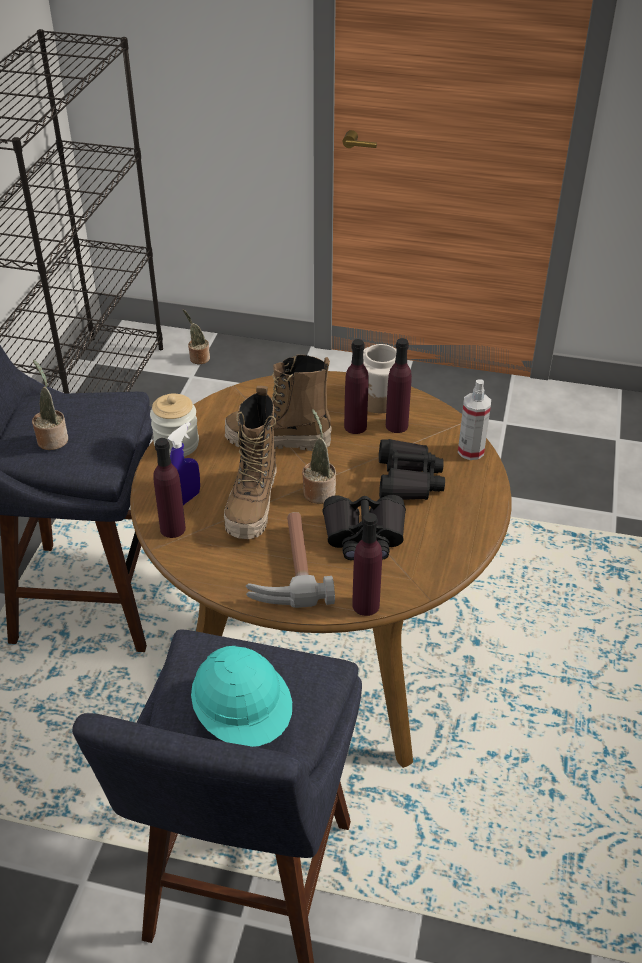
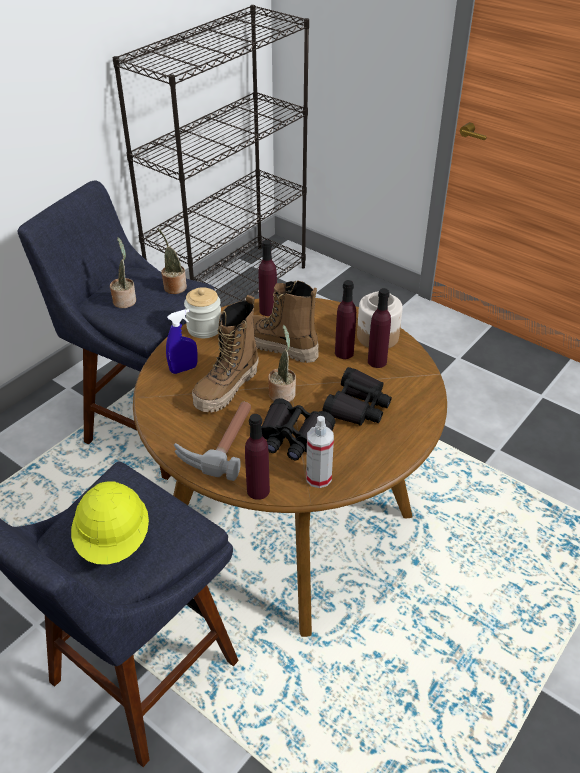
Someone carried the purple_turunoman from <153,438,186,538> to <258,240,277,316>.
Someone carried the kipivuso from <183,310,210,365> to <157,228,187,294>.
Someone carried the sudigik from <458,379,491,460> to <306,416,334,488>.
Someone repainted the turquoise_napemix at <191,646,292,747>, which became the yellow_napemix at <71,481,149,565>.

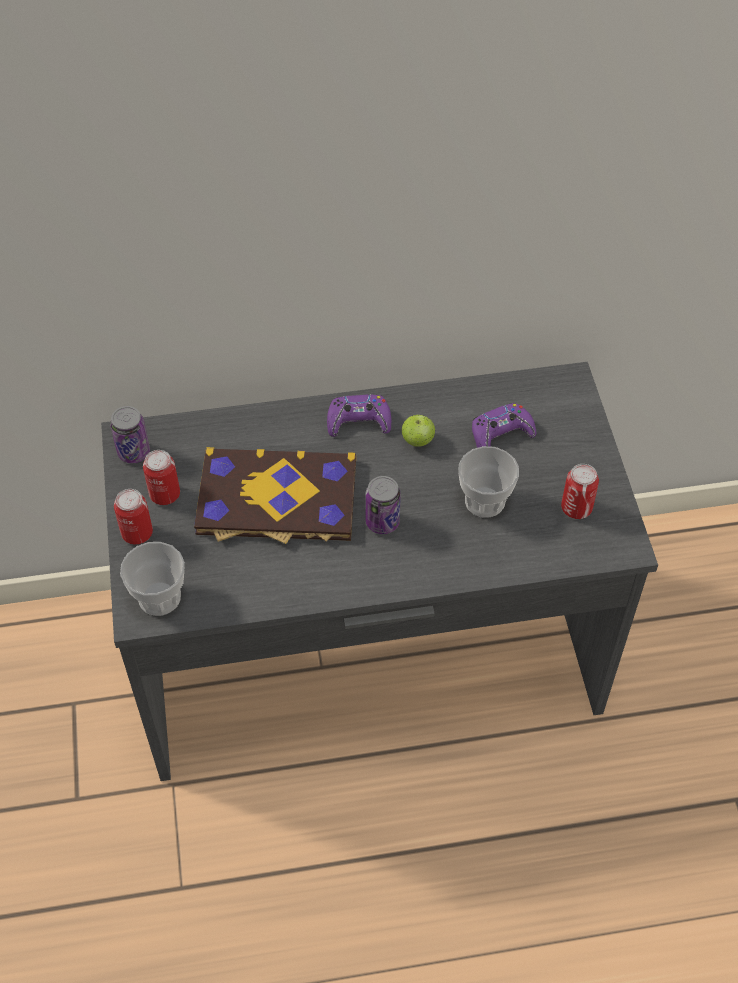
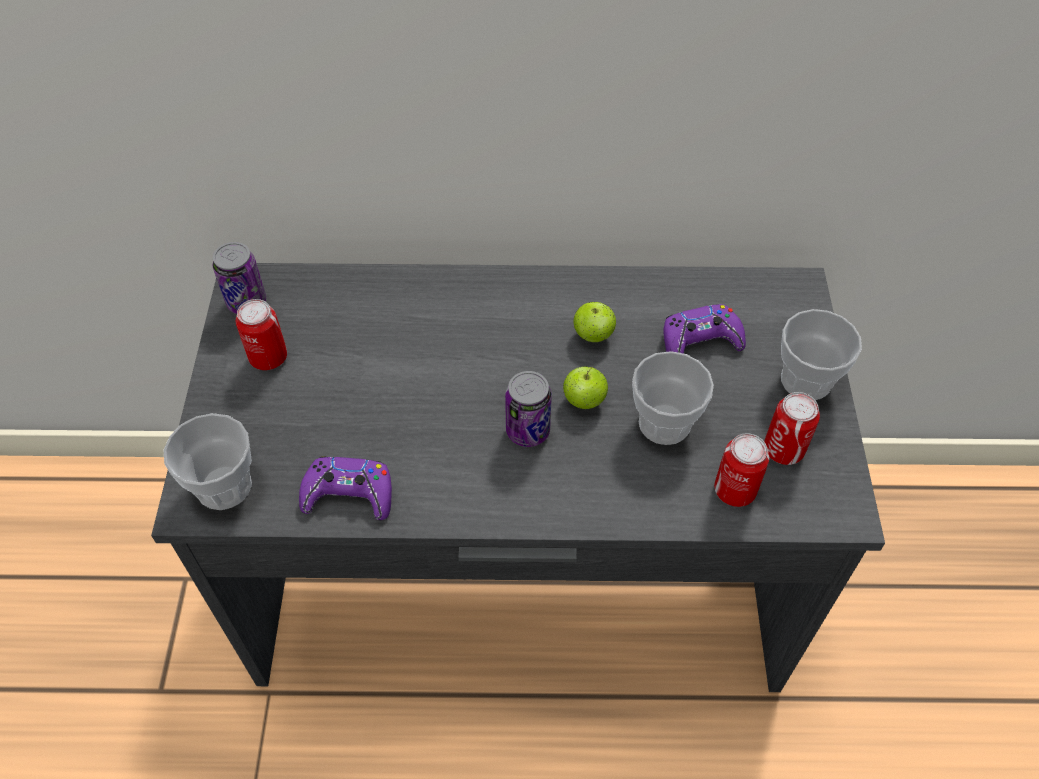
Someone took away the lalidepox at <194,447,356,544>.
Someone put down the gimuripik at <563,366,608,409>.
Someone put down the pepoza at <781,309,862,400>.
Someone carried the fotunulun from <114,489,153,544> to <714,433,769,507>.
Someone carried the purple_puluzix from <327,395,391,437> to <299,457,392,520>.

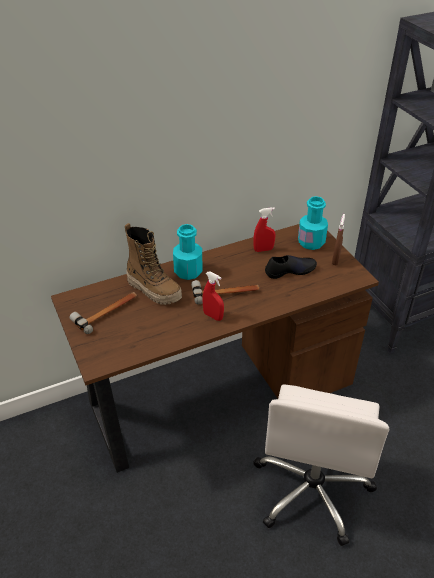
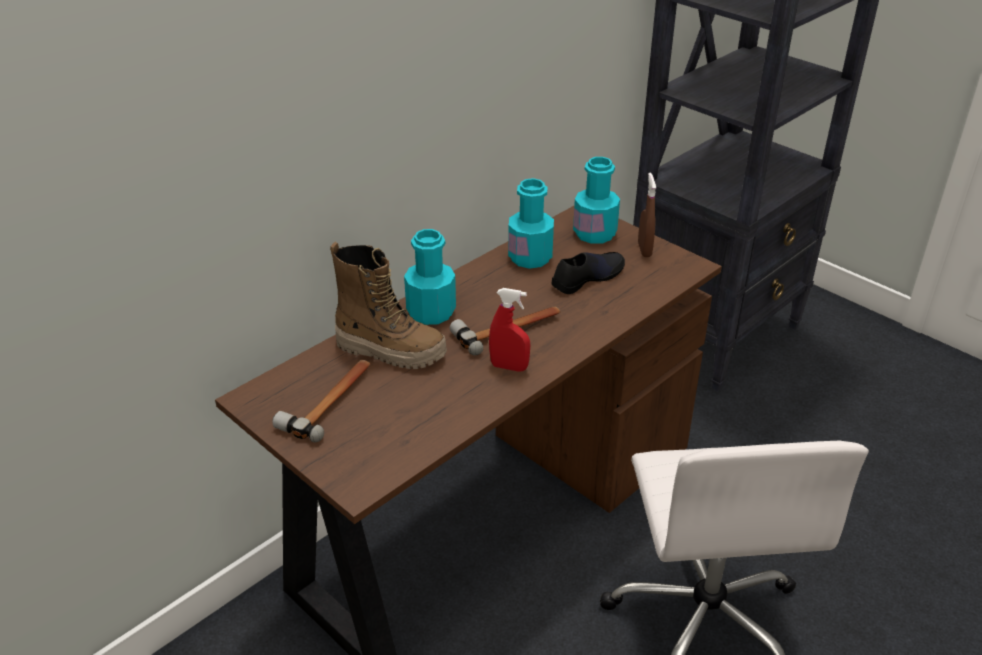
Someone swapped the red_sudigik at <253,207,275,252> for the turquoise_turunoman at <508,178,554,269>.

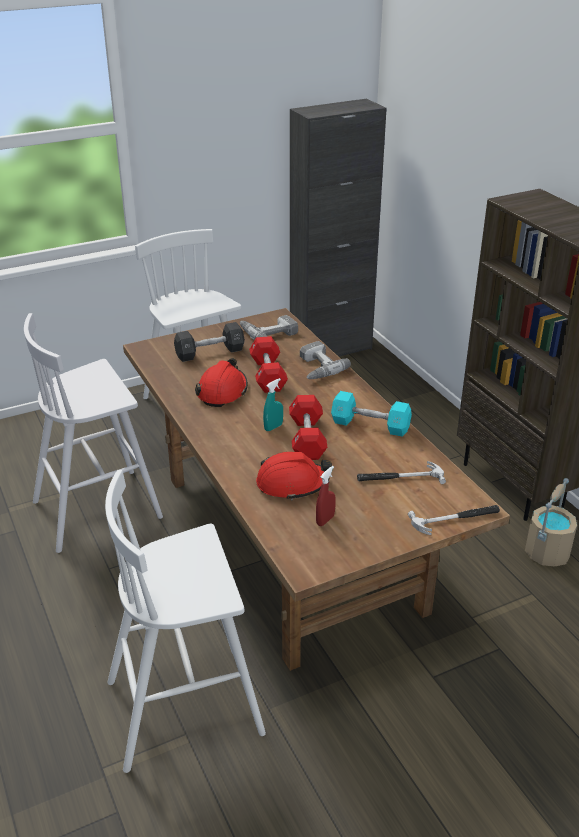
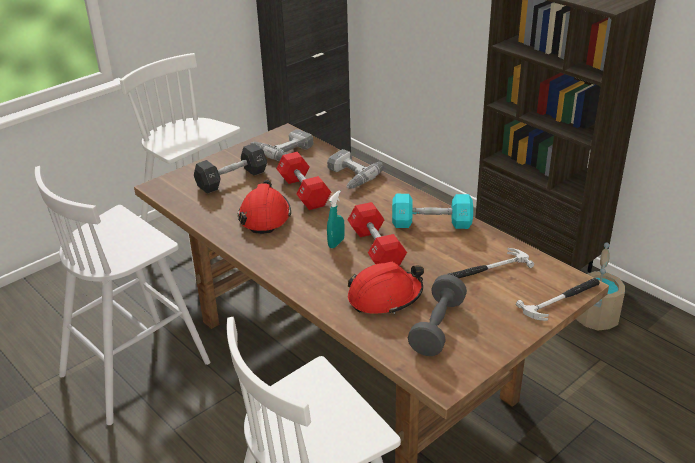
Someone swapped the red_sudigik at <316,466,336,526> for the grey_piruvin at <408,274,467,356>.

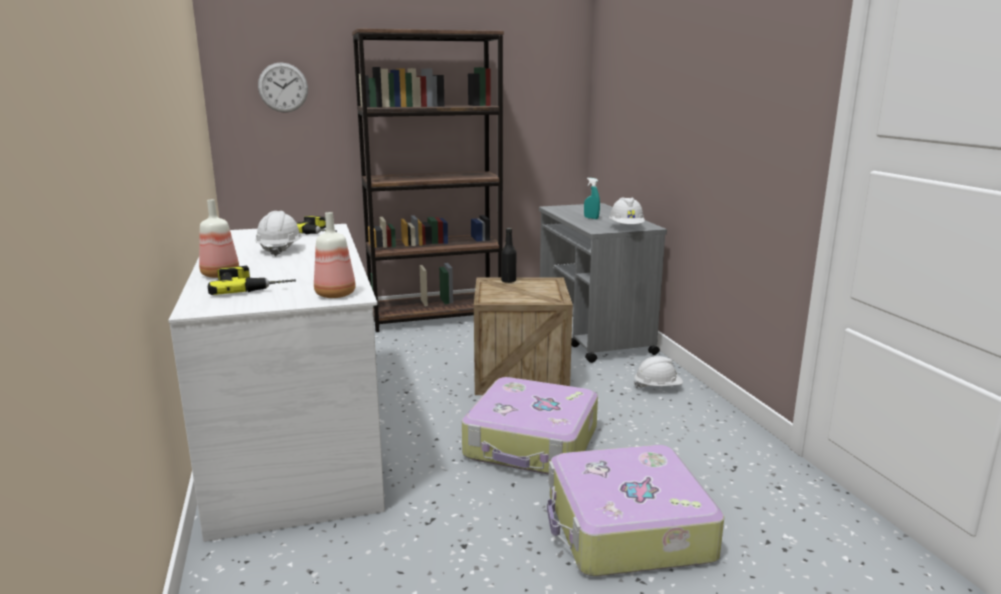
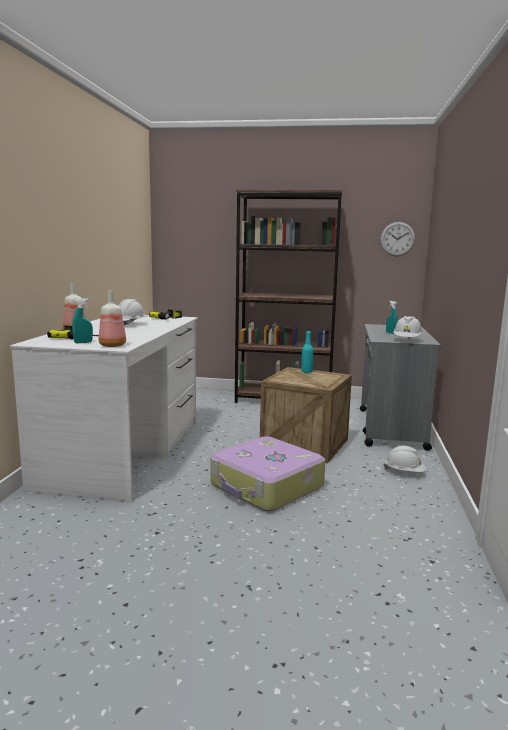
Someone took away the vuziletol at <547,445,724,576>.
Someone put down the turquoise_sudigik at <72,298,93,343>.
Someone carried the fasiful from <258,62,308,113> to <380,222,415,257>.
Someone repainted the black_turunoman at <501,228,516,283>, which became the turquoise_turunoman at <301,331,313,373>.

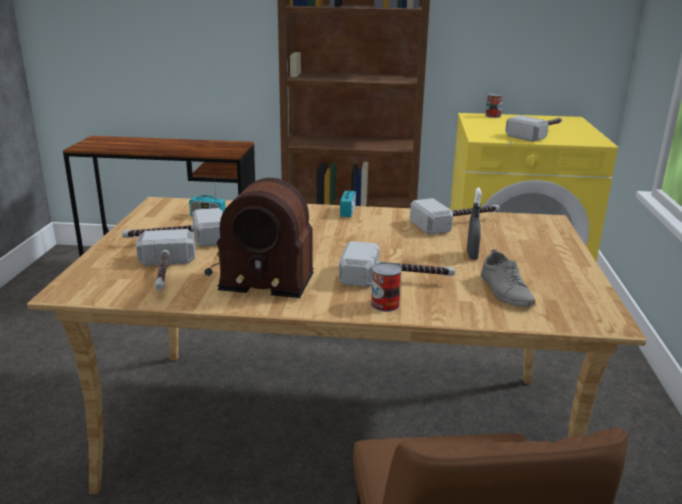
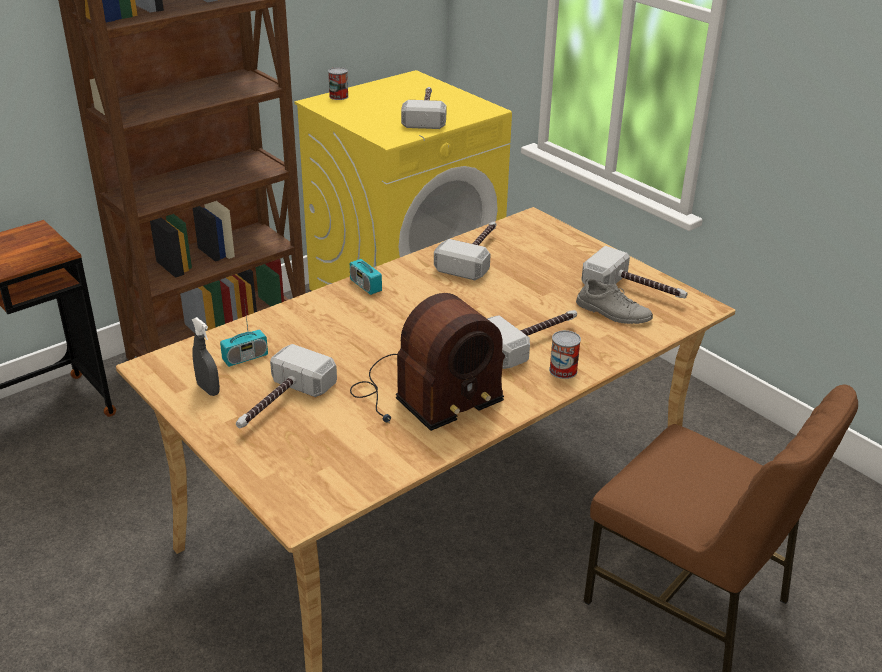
Someone carried the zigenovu from <136,229,196,290> to <581,246,688,298>.
Someone carried the grey_sudigik from <467,188,482,260> to <191,317,220,396>.

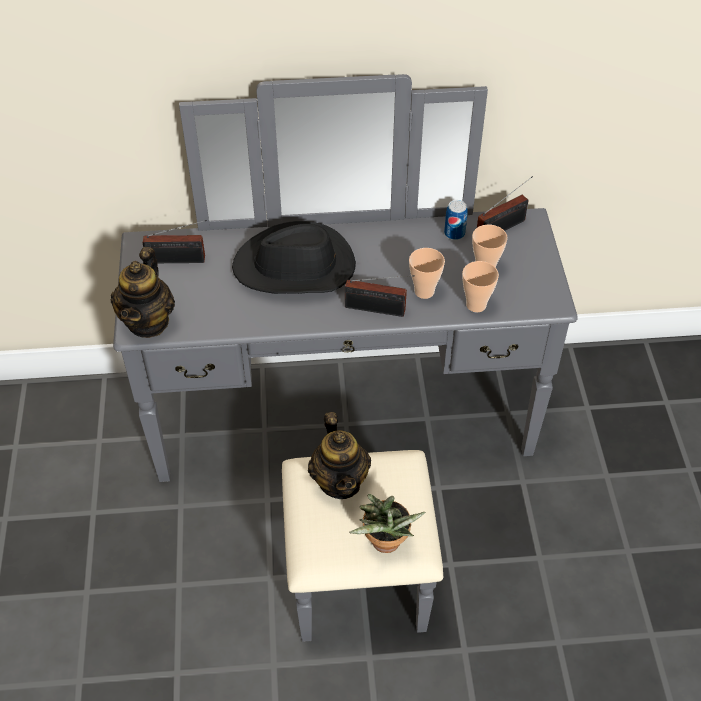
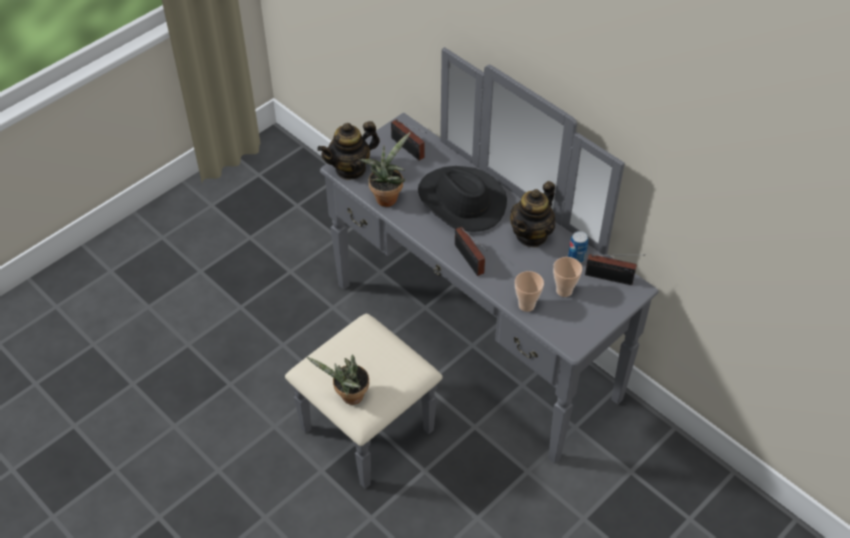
Someone took away the pepoza at <409,248,445,299>.
Someone put down the kipivuso at <359,132,411,207>.
Someone carried the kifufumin from <308,412,371,499> to <510,181,555,247>.

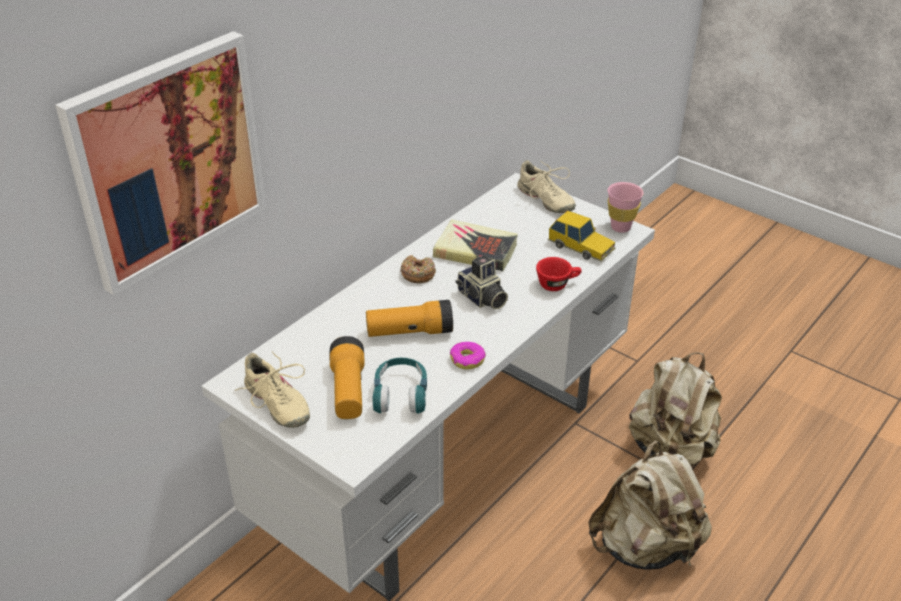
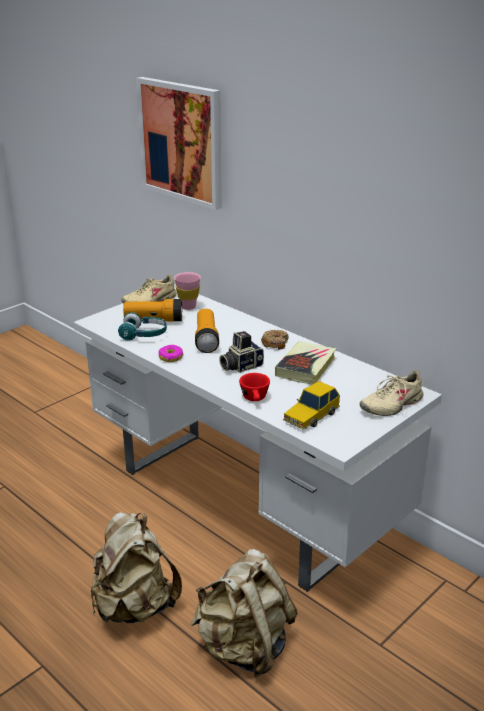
Someone carried the pink_pepoza from <608,182,644,233> to <174,272,201,310>.

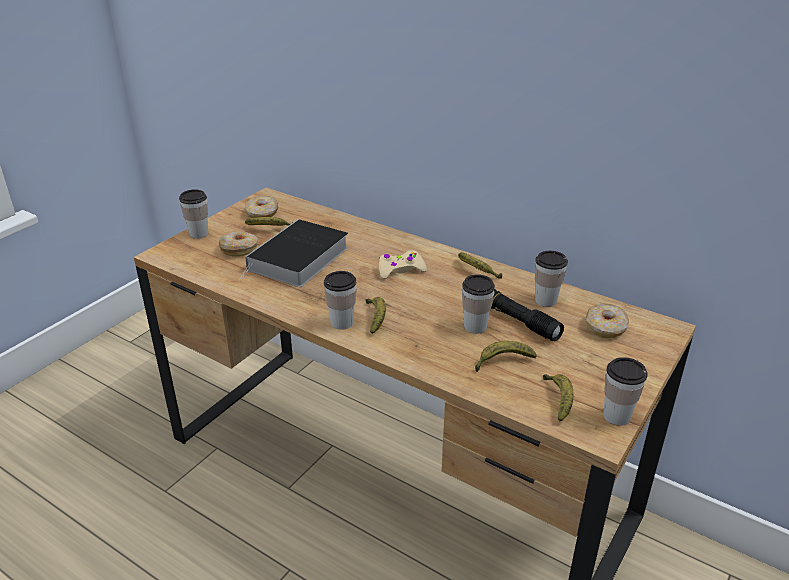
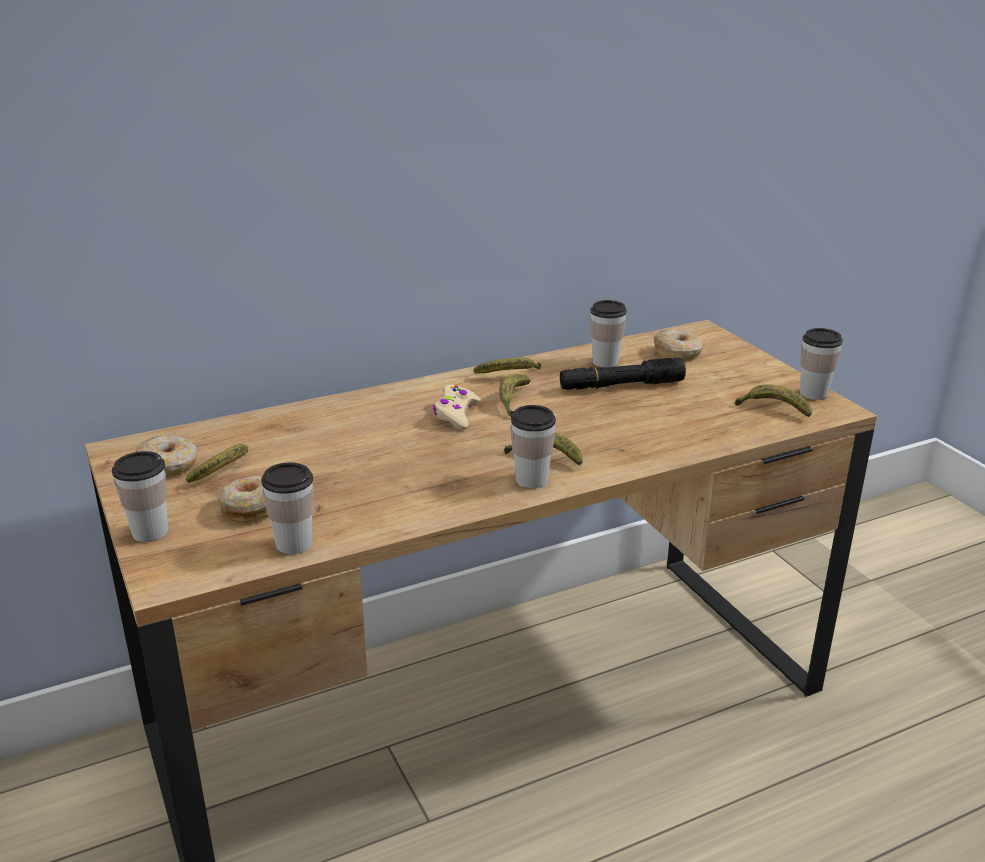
Someone took away the lalidepox at <239,219,349,287>.
Someone carried the pepoza from <462,274,495,334> to <261,462,313,555>.
Someone carried the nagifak from <475,341,537,372> to <499,374,530,417>.

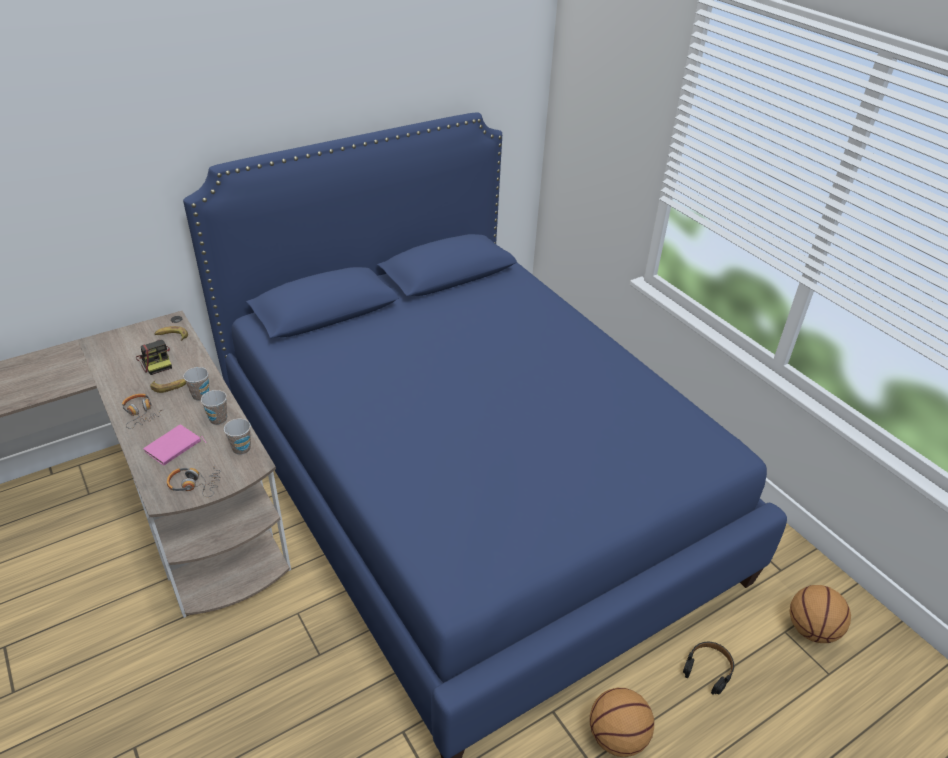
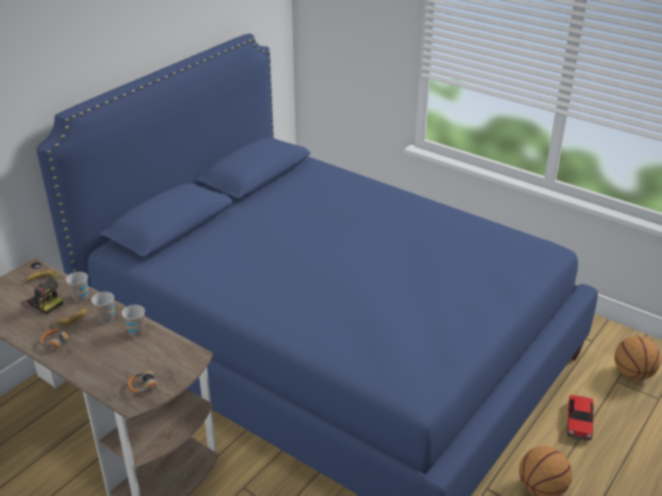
Someone took away the pink_lalidepox at <143,424,207,466>.
Someone carried the pepoza from <224,418,251,455> to <66,272,89,302>.
Someone swapped the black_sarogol at <683,642,734,695> for the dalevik at <567,395,594,441>.

